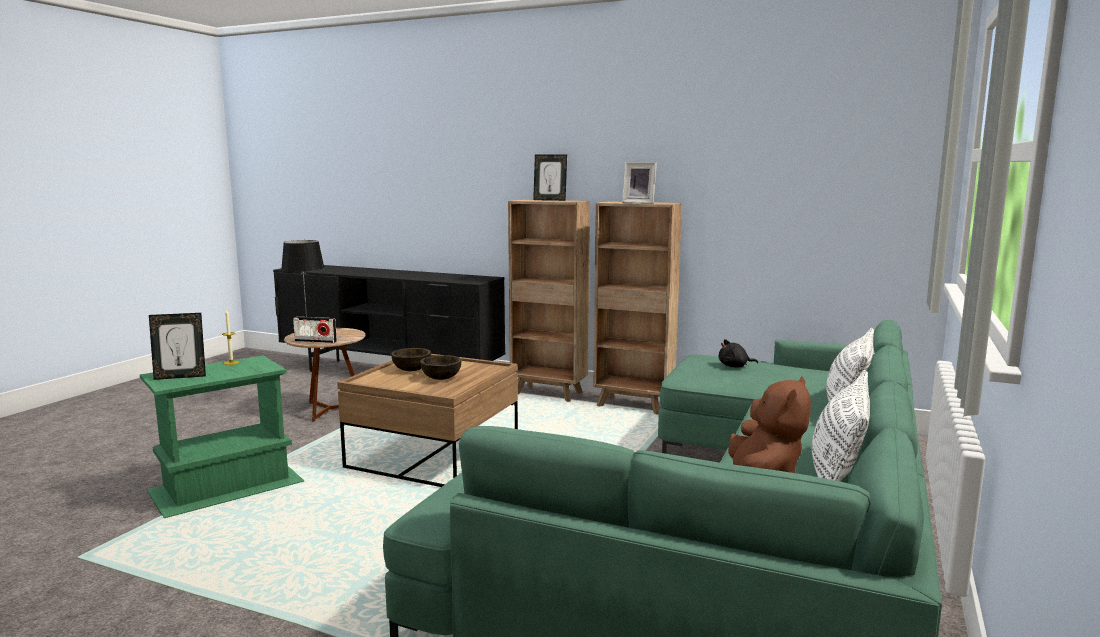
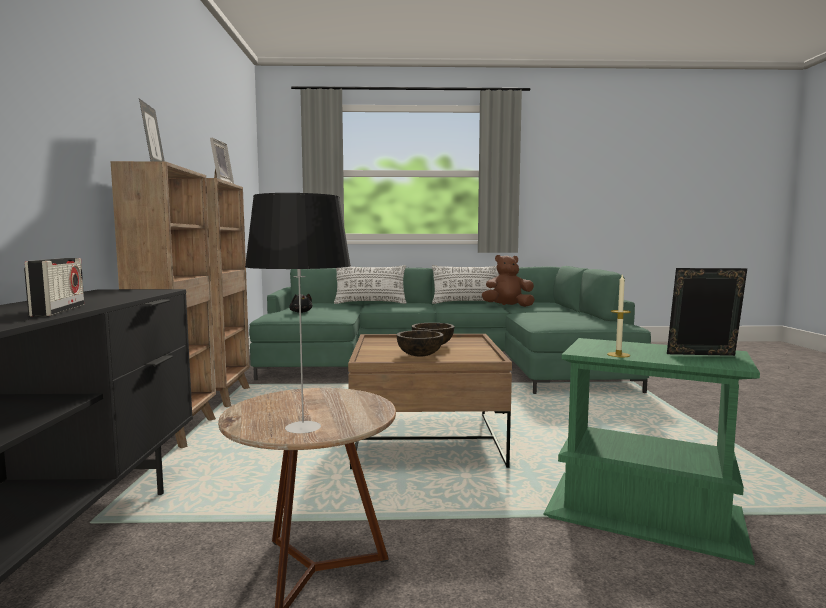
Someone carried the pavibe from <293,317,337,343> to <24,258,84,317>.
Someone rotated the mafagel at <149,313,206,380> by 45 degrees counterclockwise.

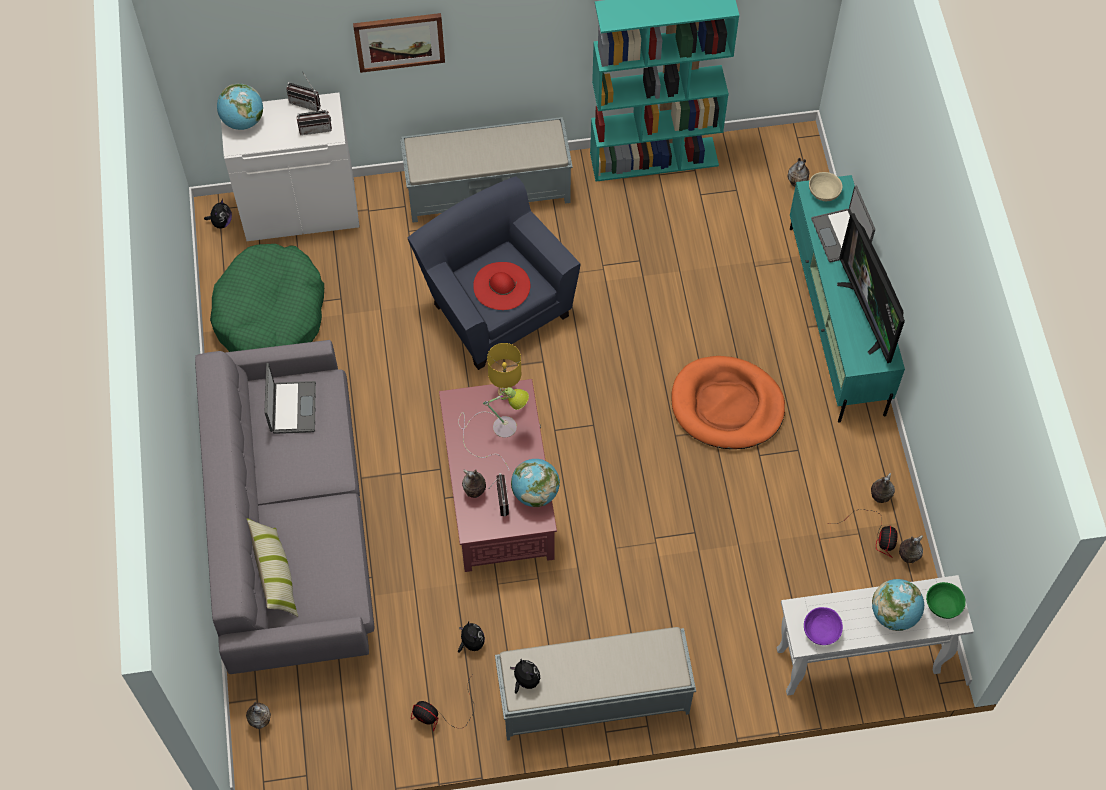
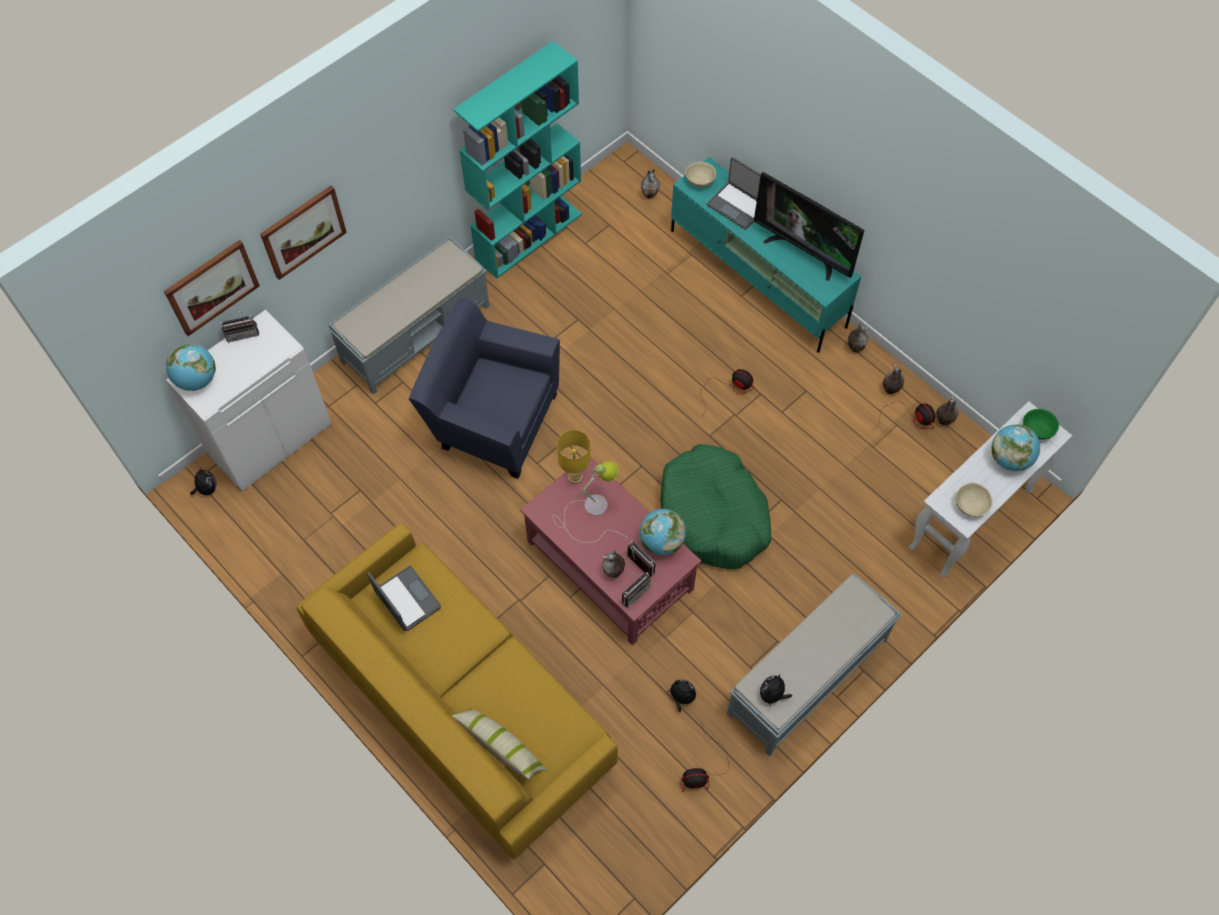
Someone took away the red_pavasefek at <473,262,530,310>.
Someone put up the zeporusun at <164,240,260,336>.
Someone carried the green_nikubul from <210,244,324,352> to <660,444,771,569>.
Someone carried the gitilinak from <246,701,271,729> to <848,324,870,352>.
Someone carried the pavibe from <296,99,332,135> to <622,572,651,608>.
Someone swapped the orange_nikubul at <672,356,785,449> for the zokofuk at <701,369,755,418>.
Someone repainted the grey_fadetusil at <195,340,375,674>, which became the yellow_fadetusil at <297,523,618,859>.
Someone repainted the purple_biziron at <804,607,843,645>, which became the beige_biziron at <956,482,992,517>.
Someone rotated the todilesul at <510,659,540,694> by 75 degrees counterclockwise.

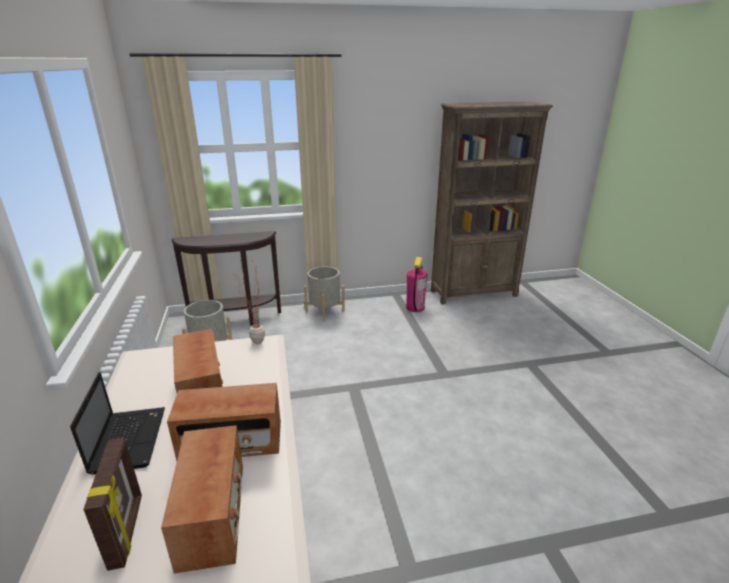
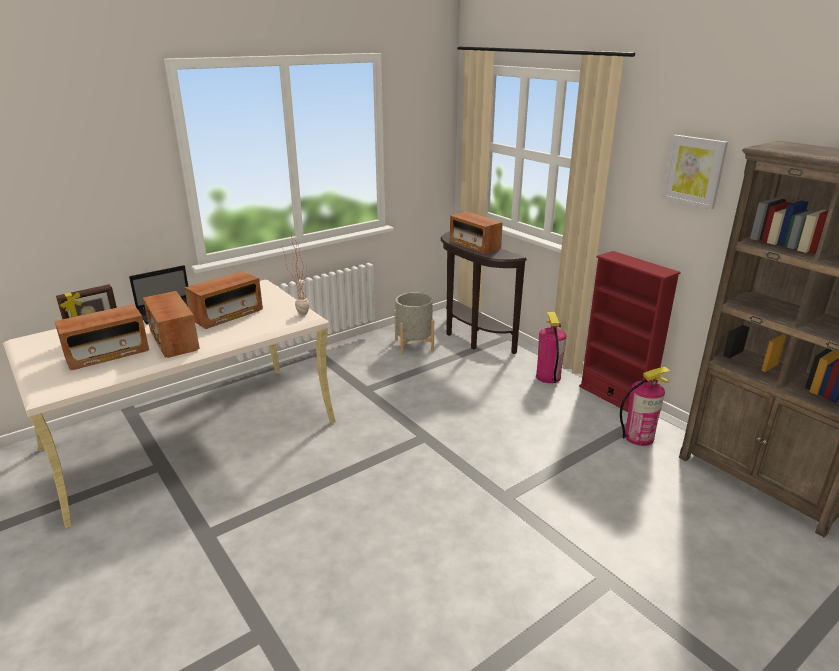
Someone put down the pavibe at <450,212,503,254>.
Someone put down the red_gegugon at <579,251,681,412>.
Someone put up the zeporusun at <662,135,728,209>.
Someone swapped the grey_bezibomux at <304,266,345,321> for the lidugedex at <536,312,567,383>.

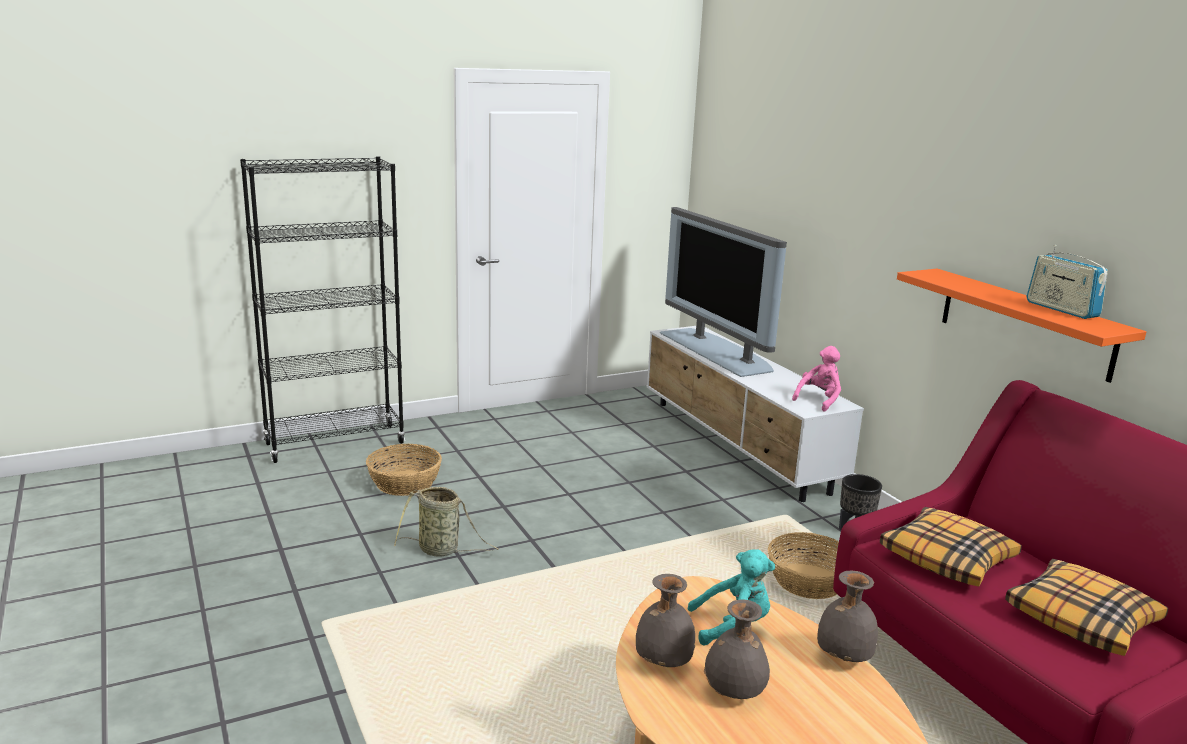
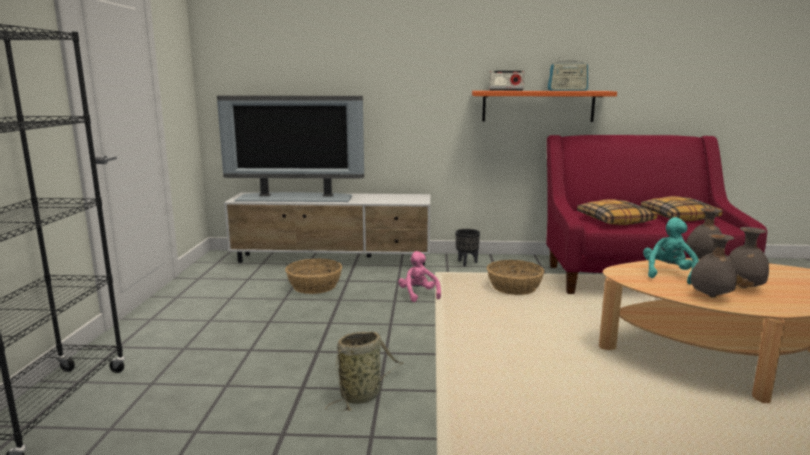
Someone put down the pavibe at <489,71,524,91>.
Someone carried the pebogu from <366,444,442,496> to <285,258,342,294>.
Someone carried the pink_todilesul from <792,346,841,411> to <398,251,441,302>.

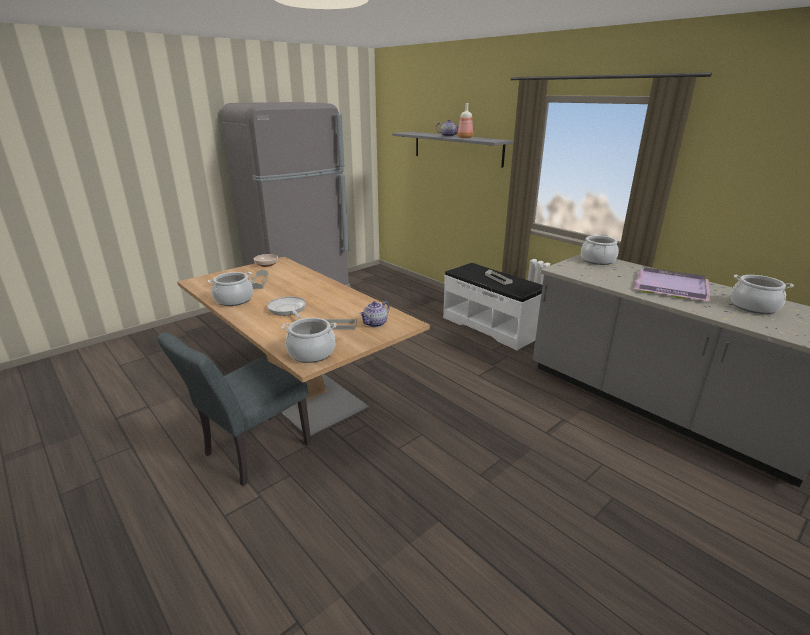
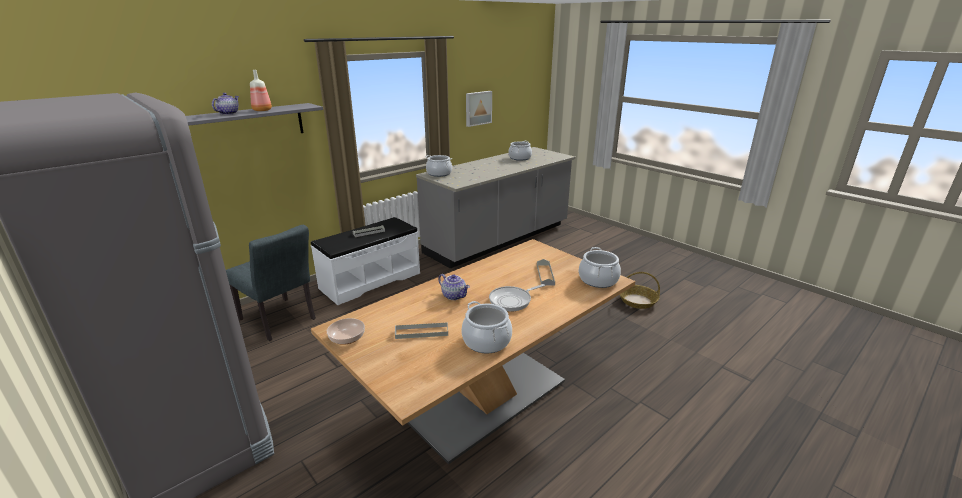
Someone took away the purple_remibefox at <635,267,711,301>.
Someone put up the zeporusun at <466,91,492,127>.
Someone put down the pebogu at <620,272,660,309>.
Someone carried the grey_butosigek from <157,332,311,486> to <226,225,316,341>.
Someone carried the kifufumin from <360,301,390,327> to <438,274,470,300>.

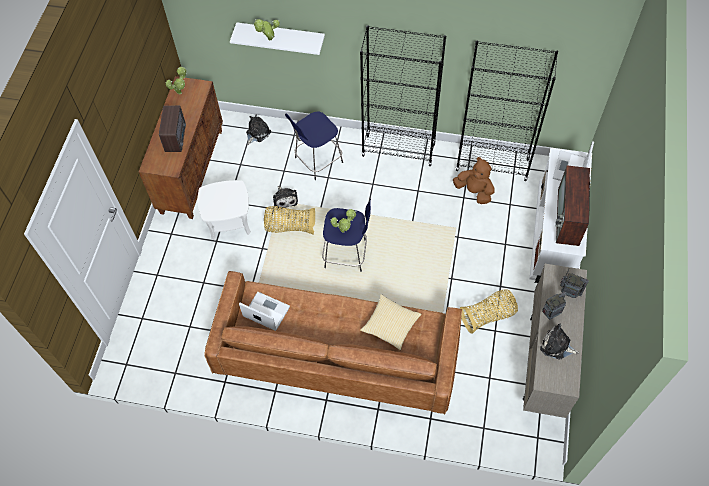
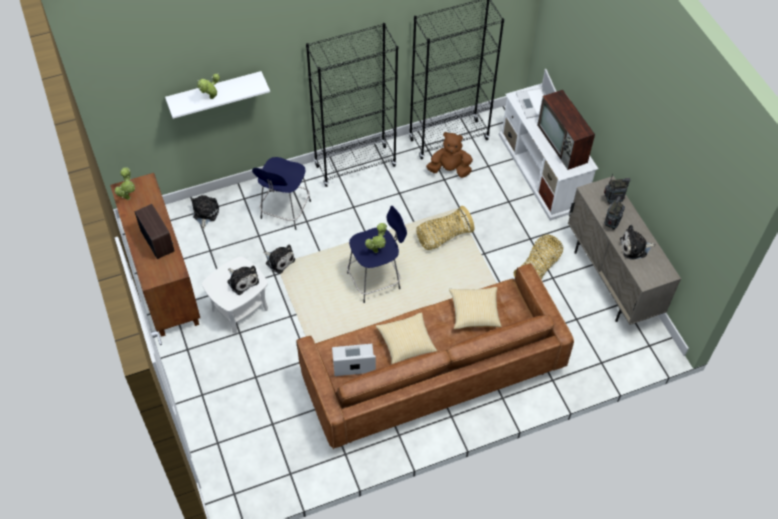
Someone put down the todilesul at <227,265,259,295>.
Someone put down the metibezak at <376,312,437,364>.
Someone carried the pebogu from <264,206,315,234> to <416,206,474,250>.

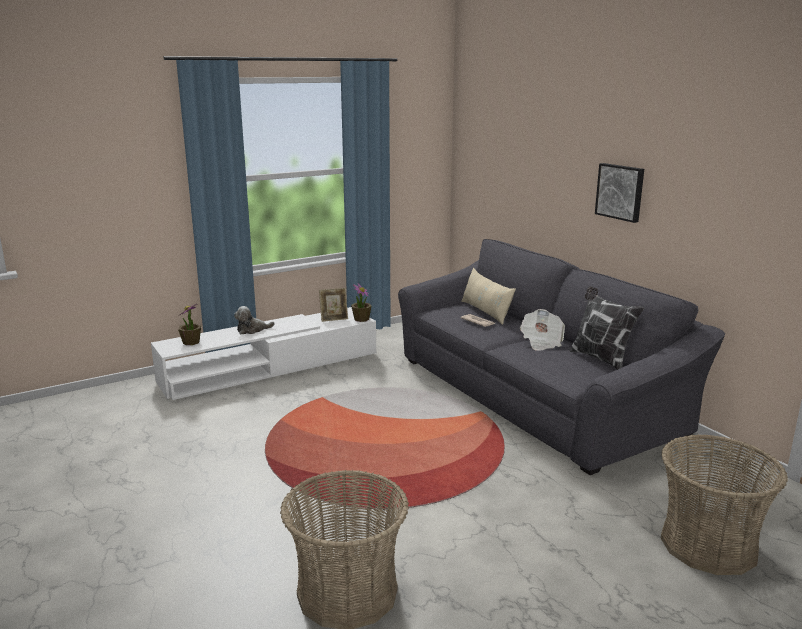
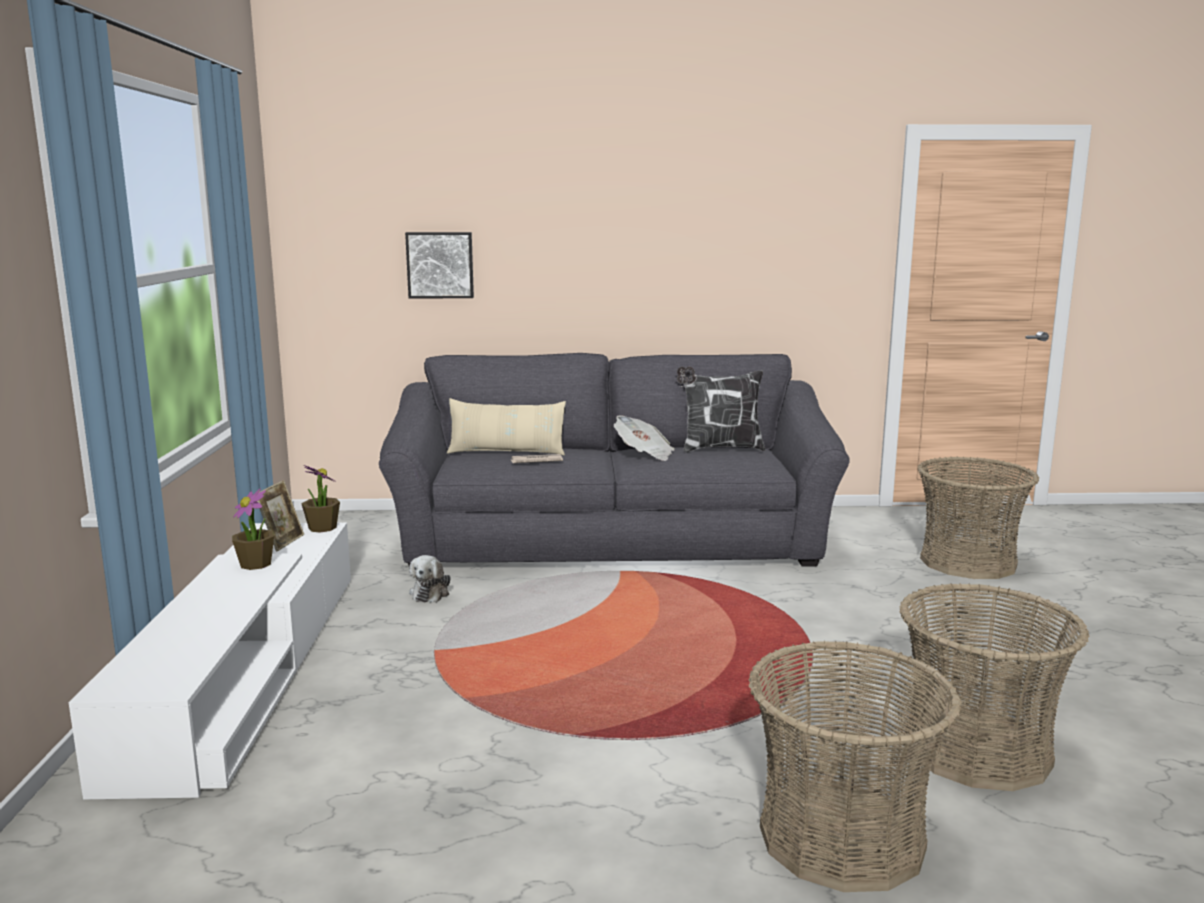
Someone put down the pebogu at <748,641,962,892>.
Someone carried the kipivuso from <178,304,201,345> to <232,488,274,570>.
Someone carried the todilesul from <234,306,275,334> to <409,555,451,603>.
Someone carried the zeporusun from <595,163,644,223> to <405,232,474,298>.

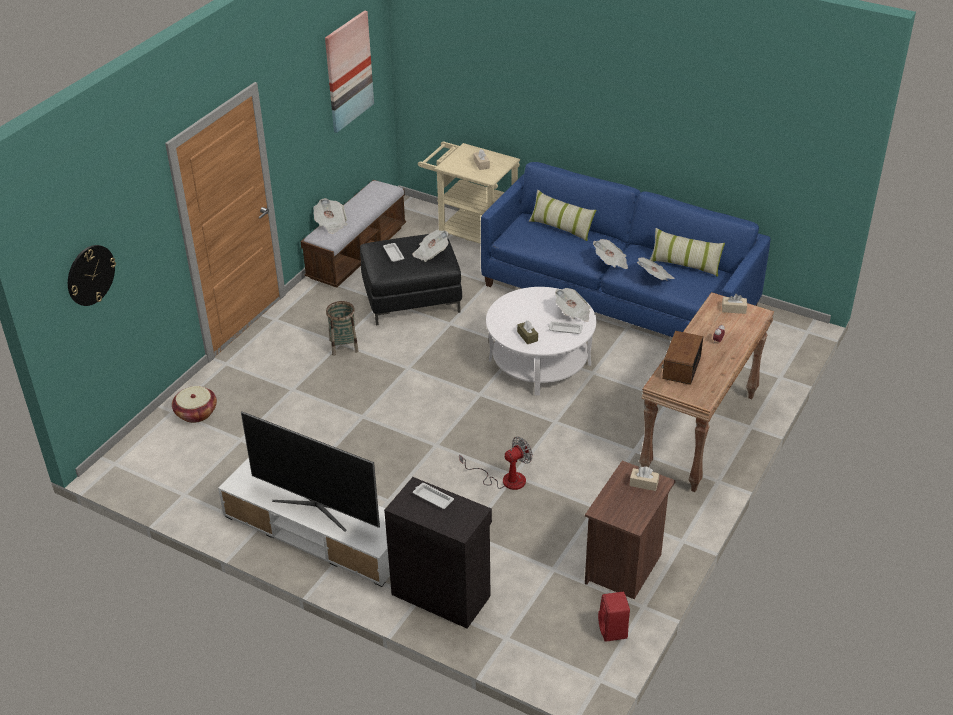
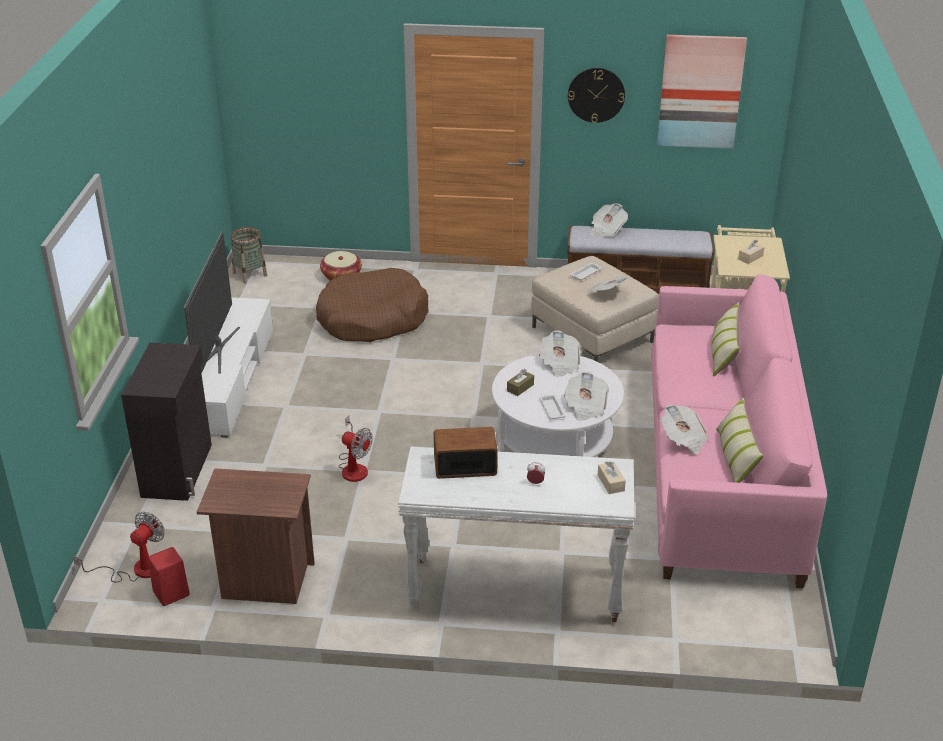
Someone took away the white_remibefox at <413,483,454,509>.
Someone took away the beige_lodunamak at <629,466,659,491>.
Someone put down the zokofuk at <73,512,165,582>.
Someone put down the brown_nikubul at <316,268,429,342>.
Someone carried the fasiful from <68,245,116,306> to <568,68,625,123>.
Someone carried the pebogu from <326,301,359,356> to <231,227,267,283>.
Someone carried the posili from <593,239,628,269> to <539,330,581,377>.
Someone repainted the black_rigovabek at <360,234,462,325>, which became the beige_rigovabek at <531,256,659,362>.
Someone repainted the blue_fadetusil at <481,162,771,337>, which became the pink_fadetusil at <651,274,827,588>.
Someone repainted the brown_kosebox at <639,292,774,492>, which became the white_kosebox at <398,446,635,622>.

